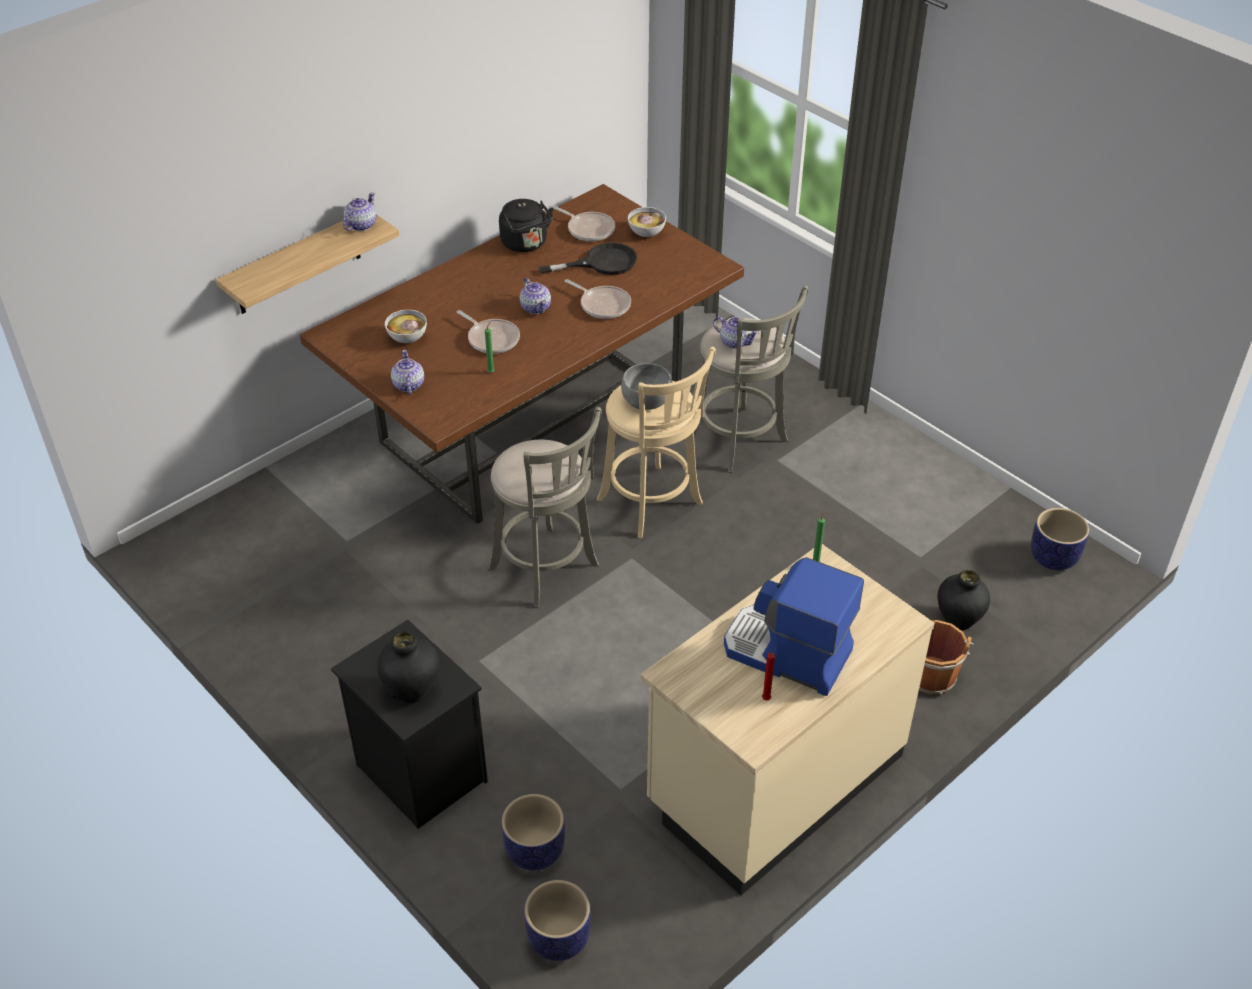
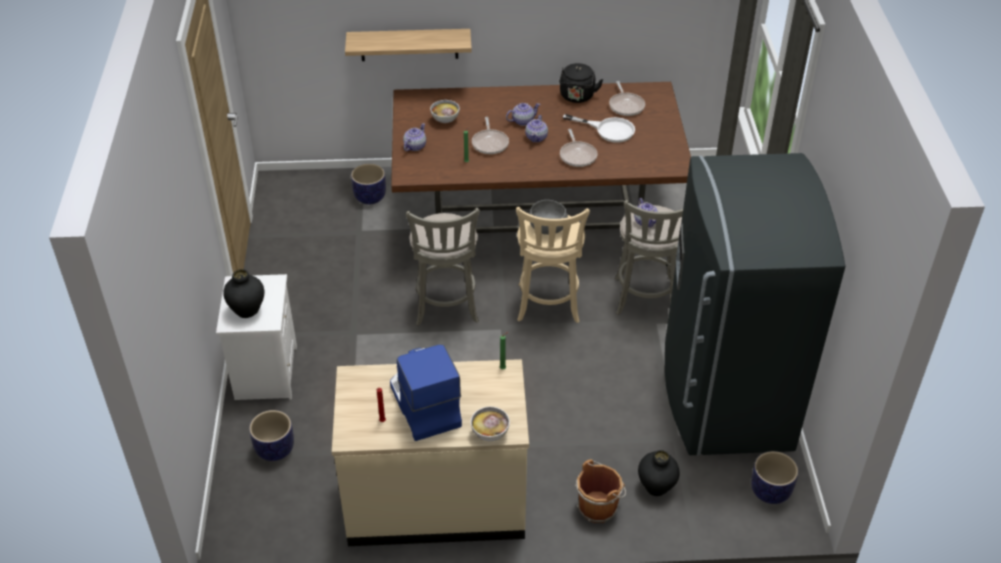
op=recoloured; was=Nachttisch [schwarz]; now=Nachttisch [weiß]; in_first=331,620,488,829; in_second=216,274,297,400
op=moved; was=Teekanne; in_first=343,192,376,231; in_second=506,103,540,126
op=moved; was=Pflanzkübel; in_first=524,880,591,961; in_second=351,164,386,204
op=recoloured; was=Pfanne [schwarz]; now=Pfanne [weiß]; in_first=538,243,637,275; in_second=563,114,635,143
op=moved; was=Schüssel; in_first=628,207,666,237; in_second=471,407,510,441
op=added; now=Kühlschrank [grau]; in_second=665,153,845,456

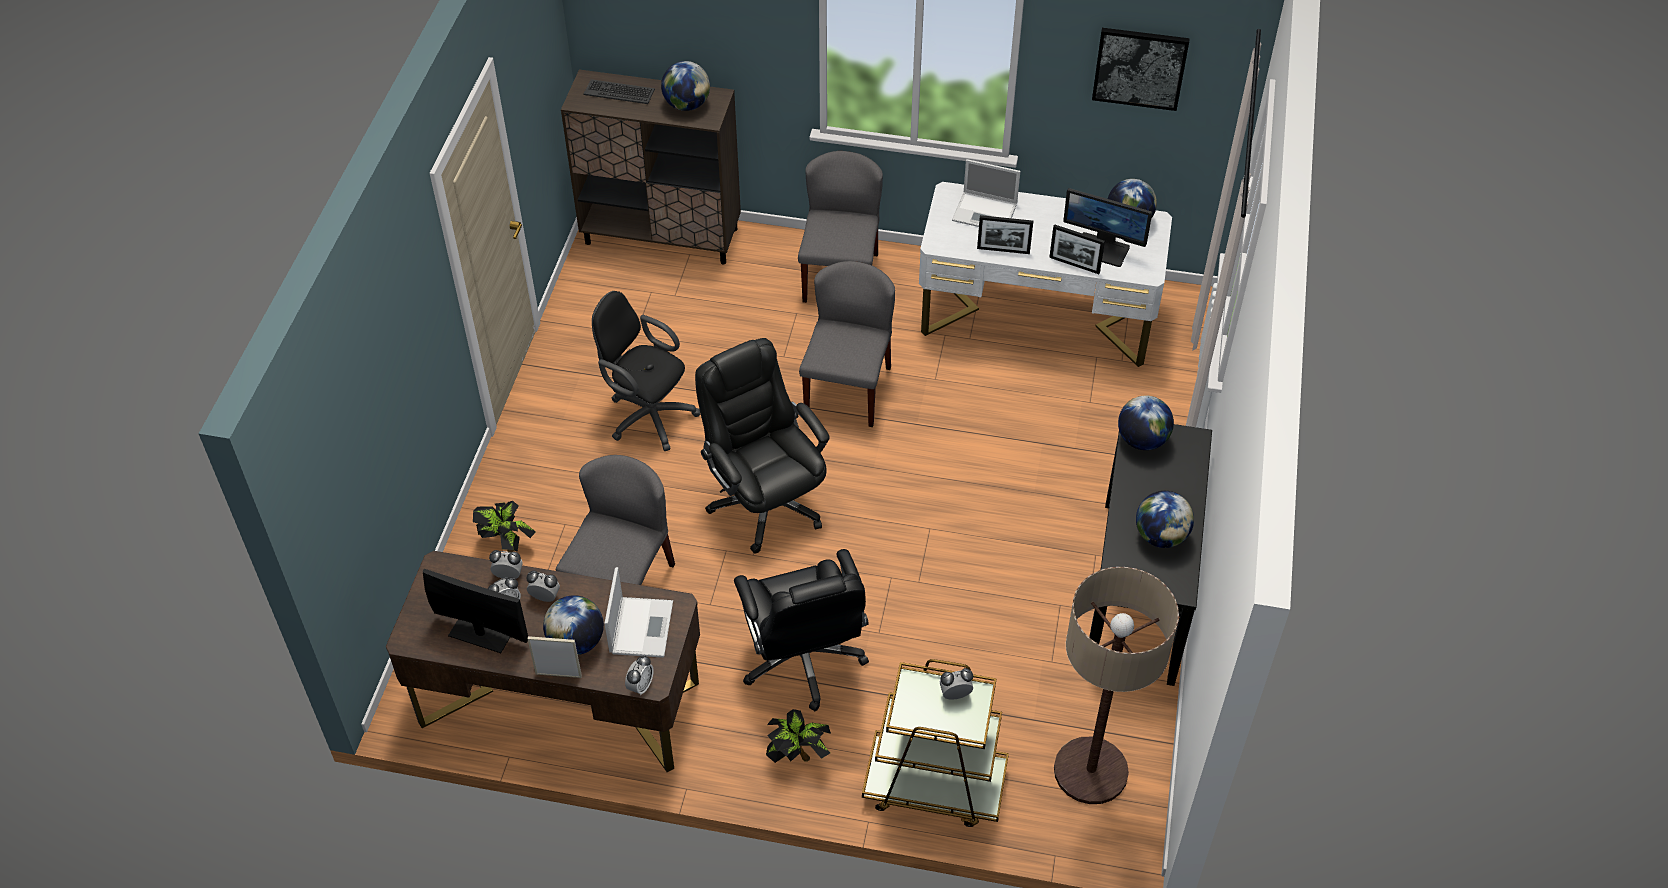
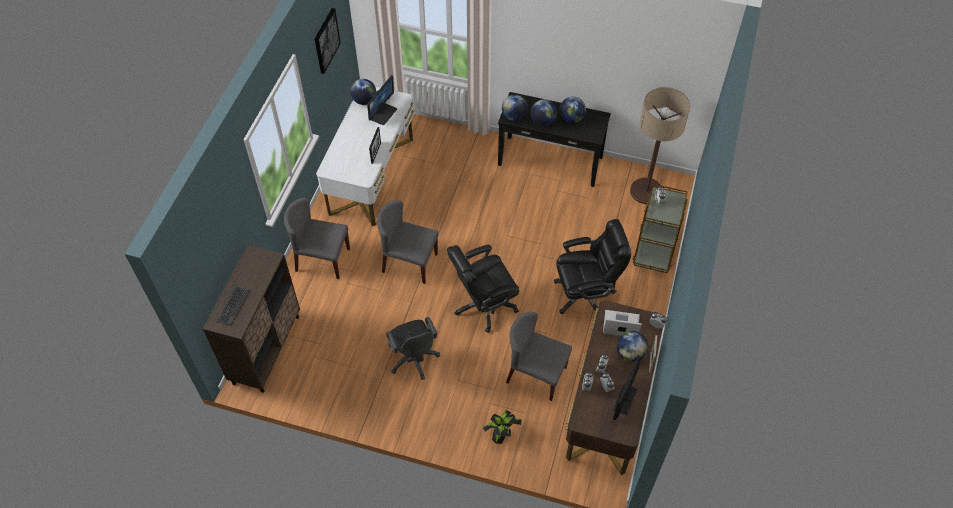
op=turned; was=Bürostuhl [schwarz]; in_first=592,291,700,451; in_second=386,317,440,380; clockwise=-60
op=moved; was=Globus; in_first=661,61,710,111; in_second=531,99,557,126
op=removed; was=Topfpflanze; in_first=766,709,831,763
op=removed; was=Laptop; in_first=952,159,1020,227
op=removed; was=Bilderrahmen; in_first=1049,224,1105,274

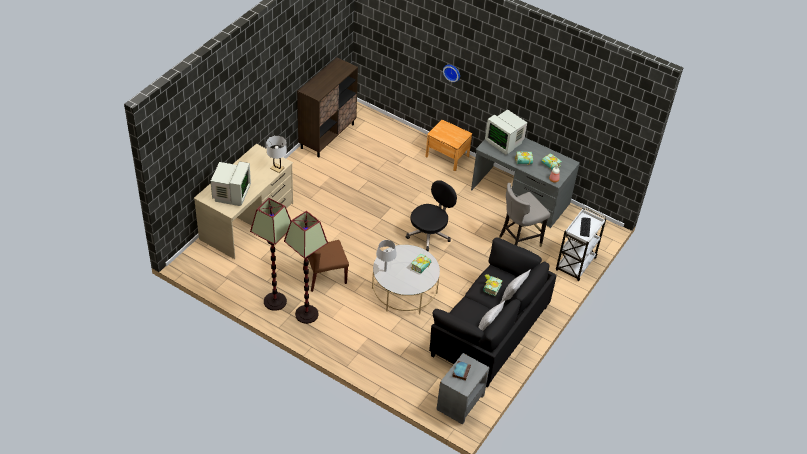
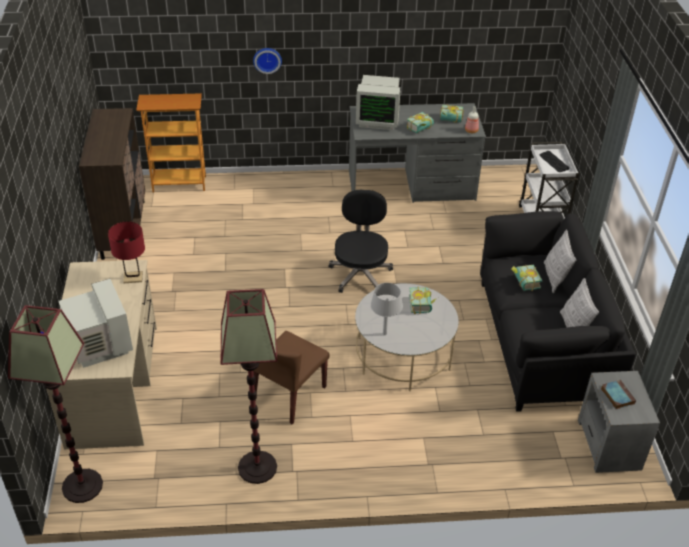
op=recoloured; was=Tischlampe [weiß]; now=Tischlampe [rot]; in_first=266,135,287,173; in_second=108,222,145,283
op=moved; was=Stehlampe; in_first=284,211,328,324; in_second=8,305,103,503
op=removed; was=Nachttisch [braun]; in_first=425,120,472,171
op=removed; was=Hocker [grau]; in_first=499,183,550,247
op=added; now=Bücherregal; in_second=136,93,206,192

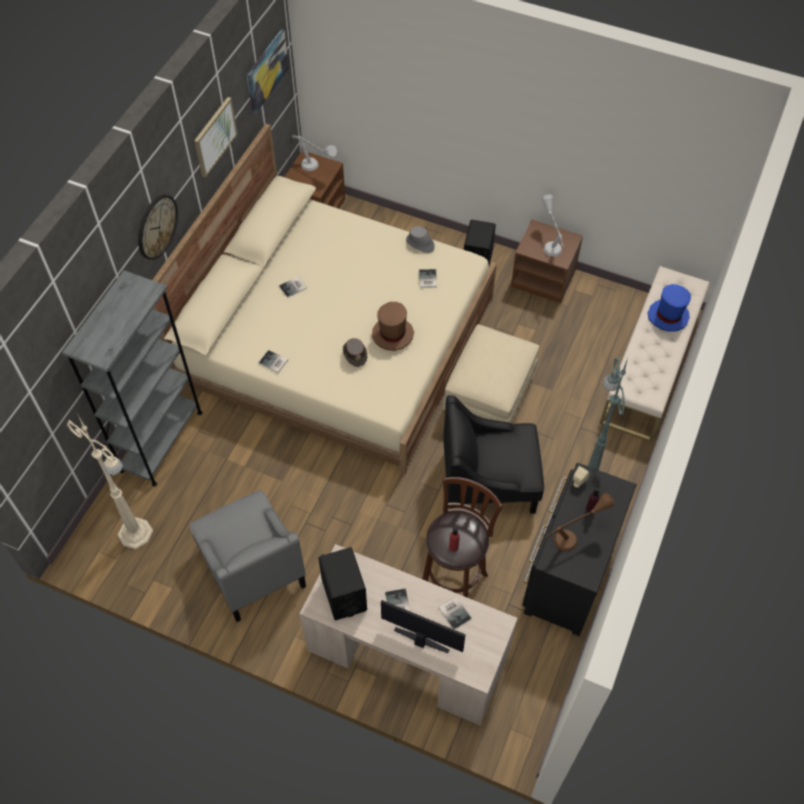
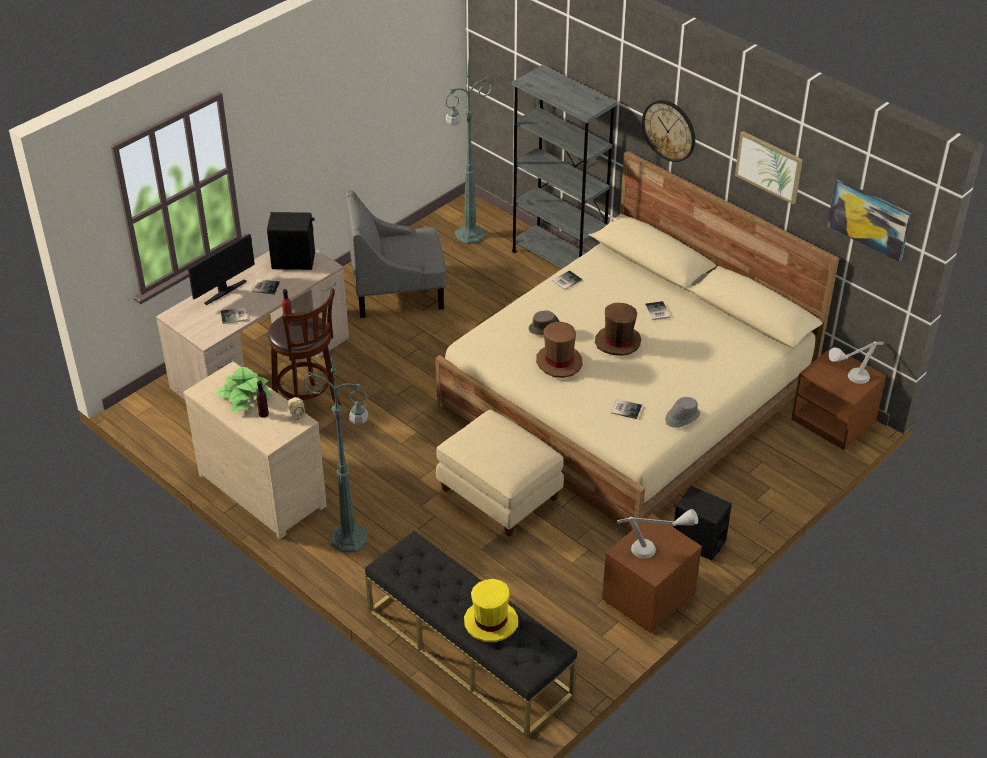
op=recoloured; was=Stehlampe [beige]; now=Stehlampe [grün]; in_first=67,413,153,550; in_second=445,59,492,244
op=removed; was=Sessel [schwarz]; in_first=443,395,544,514
op=recoloured; was=Kommode [schwarz]; now=Kommode [beige]; in_first=522,463,636,636; in_second=183,361,327,539
op=replaced; was=Tischlampe [braun]; now=Topfpflanze; in_first=547,493,615,551; in_second=216,367,272,412
op=recoloured; was=Bank [beige]; now=Bank [schwarz]; in_first=600,266,710,442; in_second=365,531,577,738
op=recoloured; was=Hut [blau]; now=Hut [gelb]; in_first=648,284,691,332; in_second=464,579,518,642
op=added; now=Hut [braun]; in_second=595,303,641,356

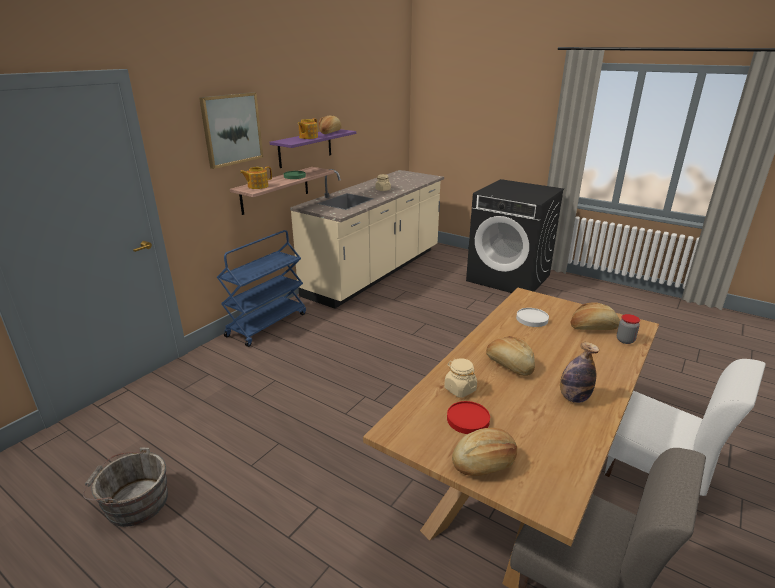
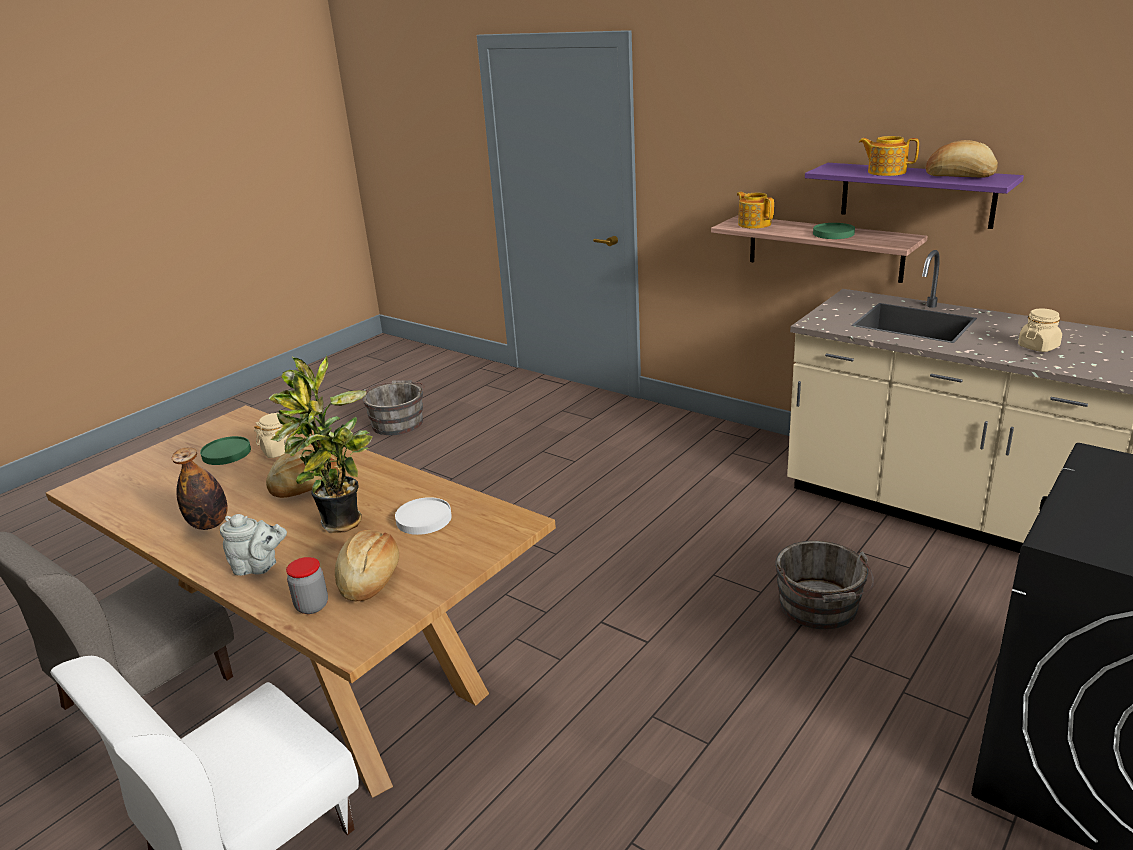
op=removed; was=Bild; in_first=199,92,263,169
op=removed; was=Rollwagen [blau]; in_first=217,230,306,347
op=recoloured; was=Teller [rot]; now=Teller [grün]; in_first=447,401,490,434; in_second=200,436,251,465
op=removed; was=Brot; in_first=452,428,517,476
op=added; now=Teekanne [grau]; in_second=220,514,287,576
op=added; now=Topfpflanze; in_second=269,355,372,533
op=added; now=Eimer [grau]; in_second=775,541,874,629

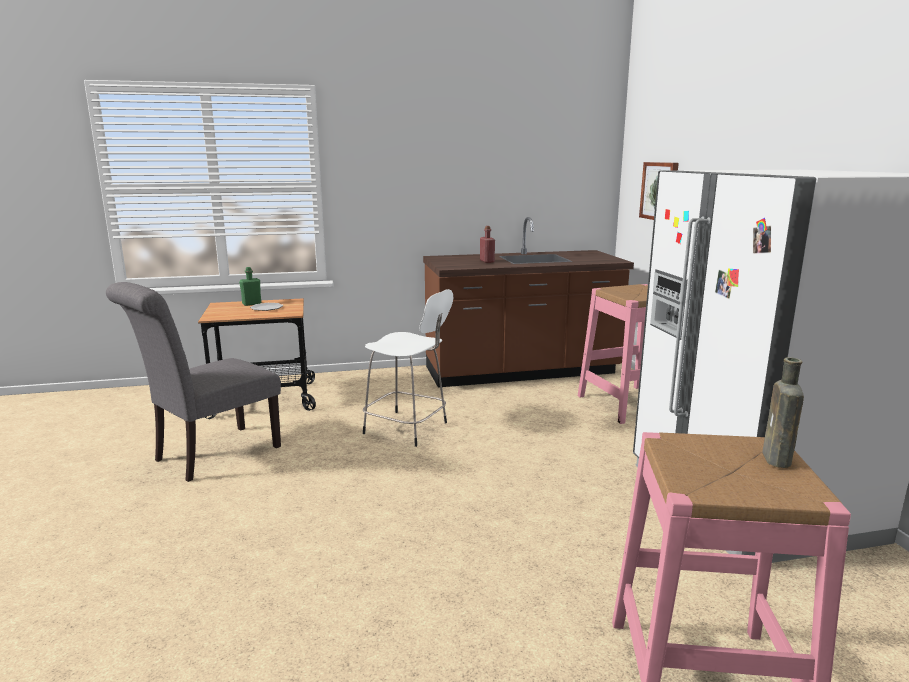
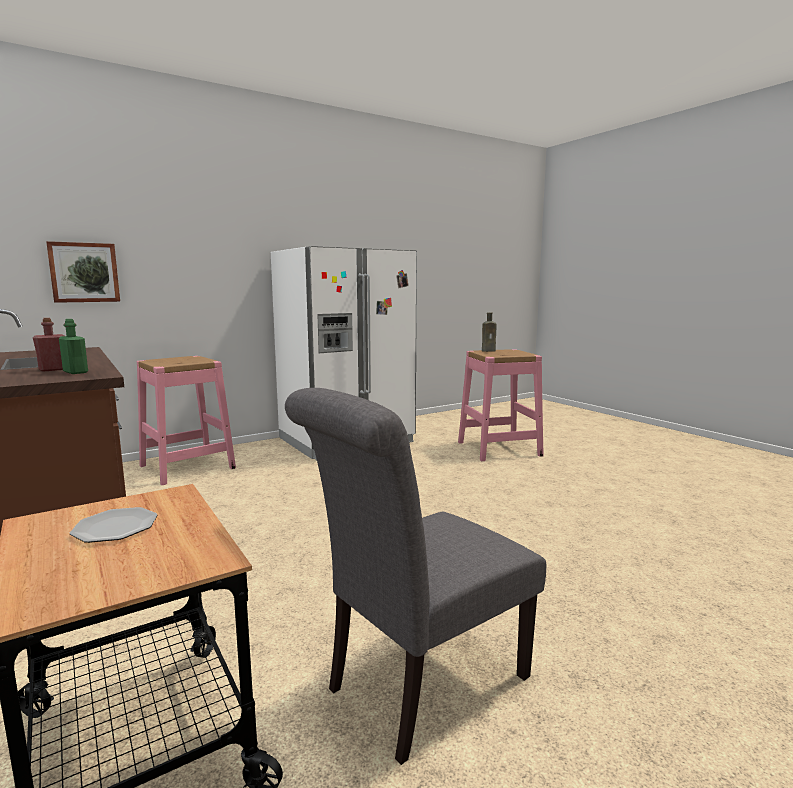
op=turned; was=Stuhl [grau]; in_first=106,282,281,482; in_second=285,388,546,765; clockwise=120
op=moved; was=Flasche [grün]; in_first=239,267,262,306; in_second=59,319,88,374
op=removed; was=Hocker [weiß]; in_first=363,289,453,447

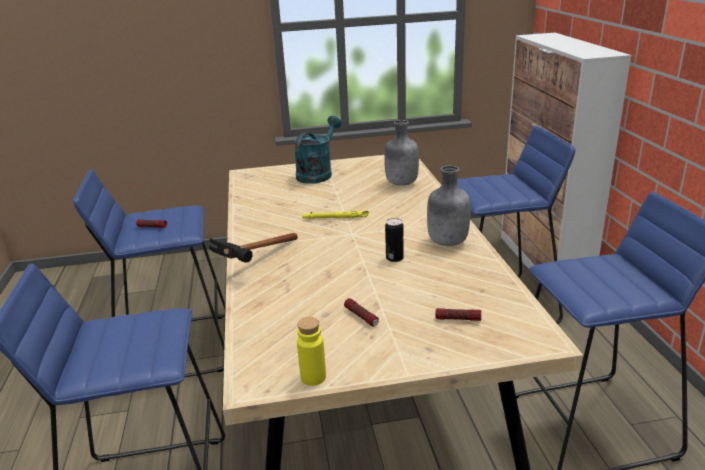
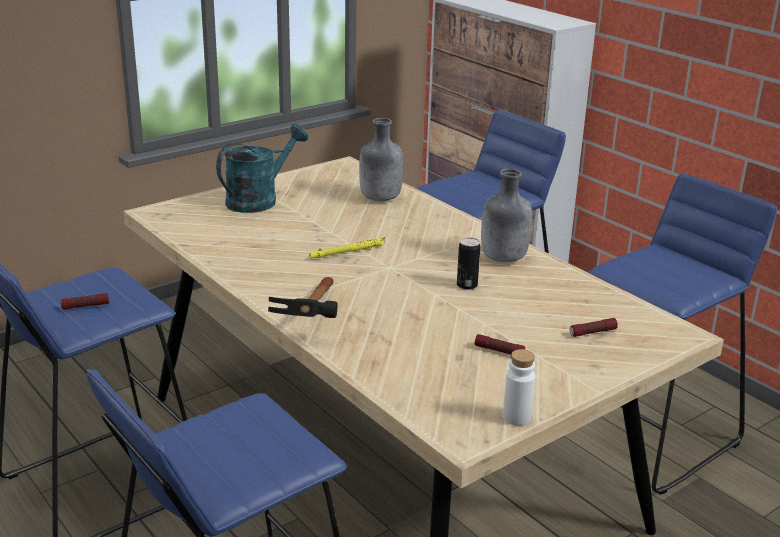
op=turned; was=Gießkanne [türkis]; in_first=294,116,342,184; in_second=216,124,308,213; clockwise=45
op=recoloured; was=Flasche [gelb]; now=Flasche [weiß]; in_first=297,317,326,386; in_second=503,349,536,426

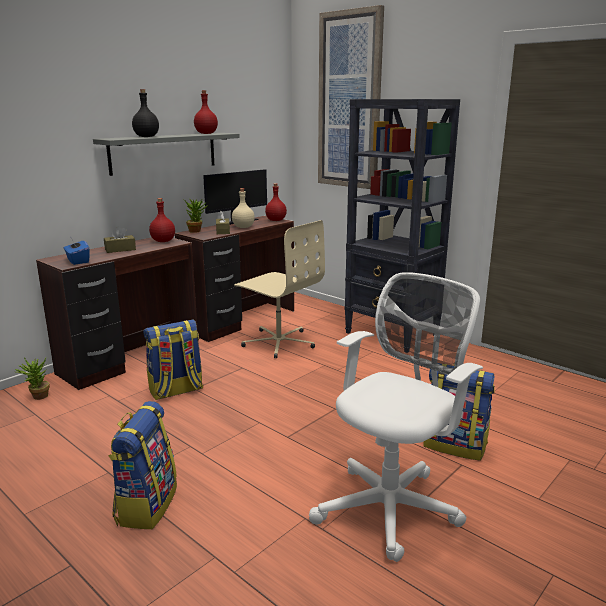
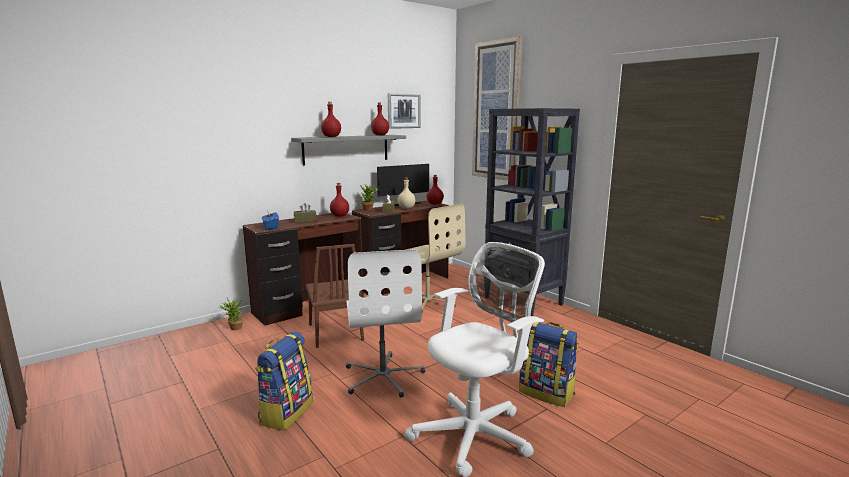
op=recoloured; was=Flasche [schwarz]; now=Flasche [rot]; in_first=132,89,159,137; in_second=321,102,341,137
op=replaced; was=Rucksack; now=Stuhl [braun]; in_first=143,319,203,400; in_second=306,244,364,348
op=added; now=Bürostuhl [weiß]; in_second=346,249,425,398
op=added; now=Bild; in_second=388,93,421,129

